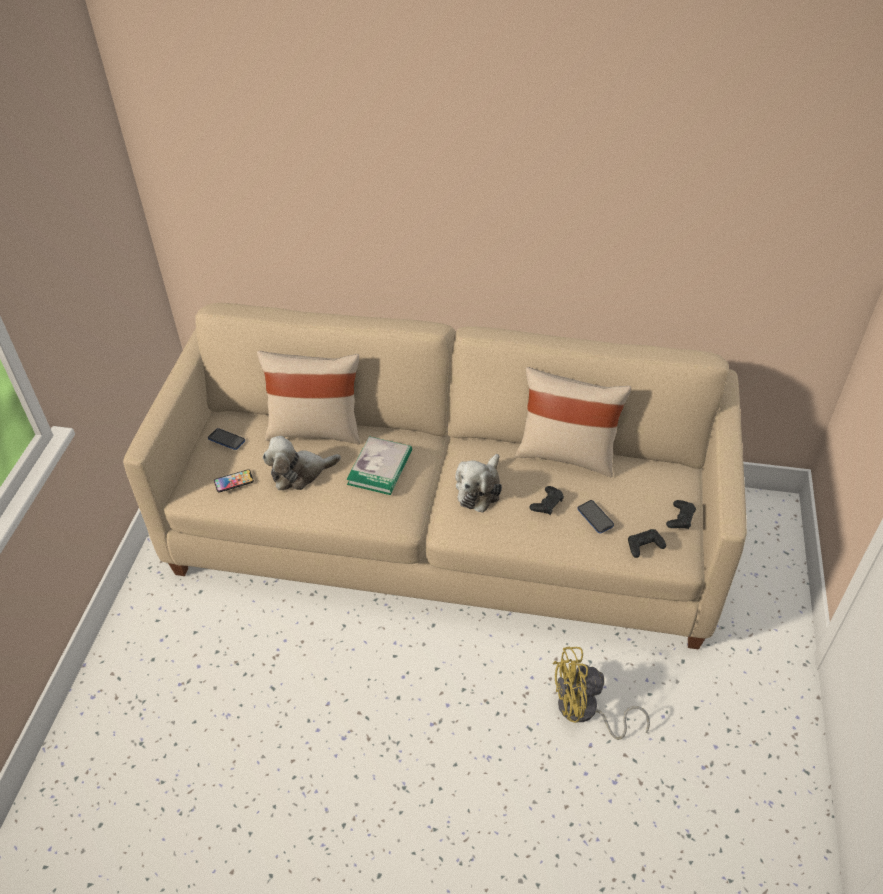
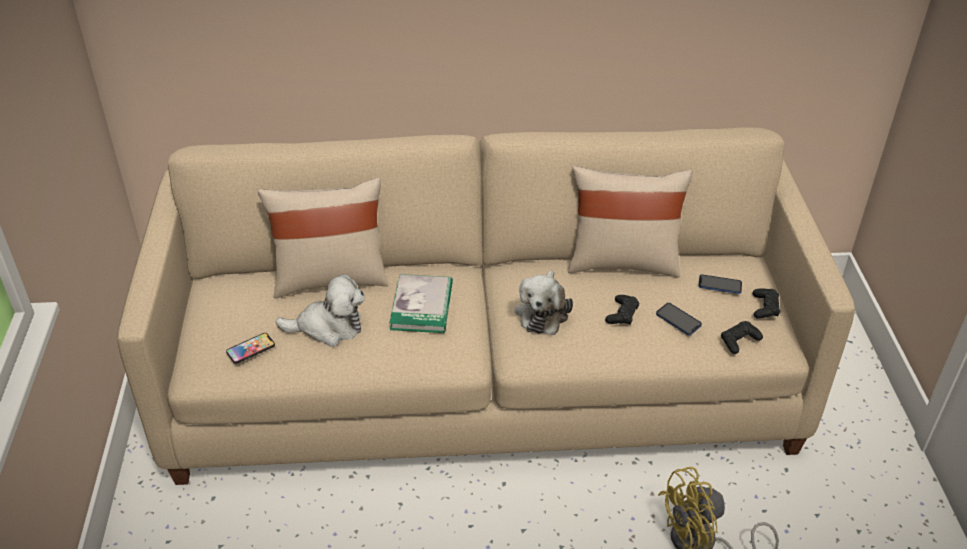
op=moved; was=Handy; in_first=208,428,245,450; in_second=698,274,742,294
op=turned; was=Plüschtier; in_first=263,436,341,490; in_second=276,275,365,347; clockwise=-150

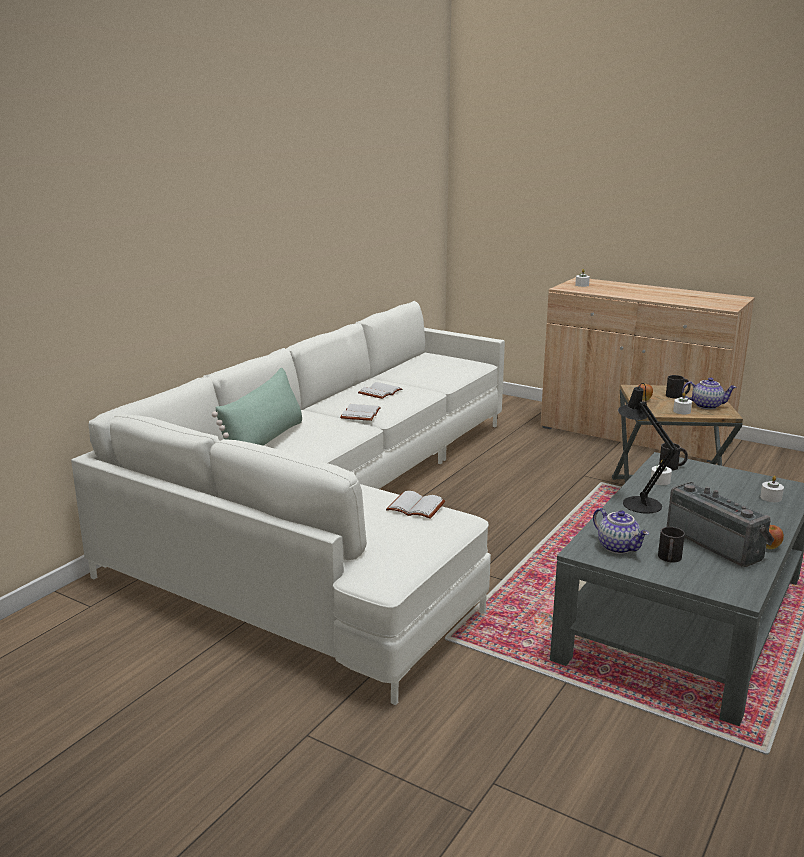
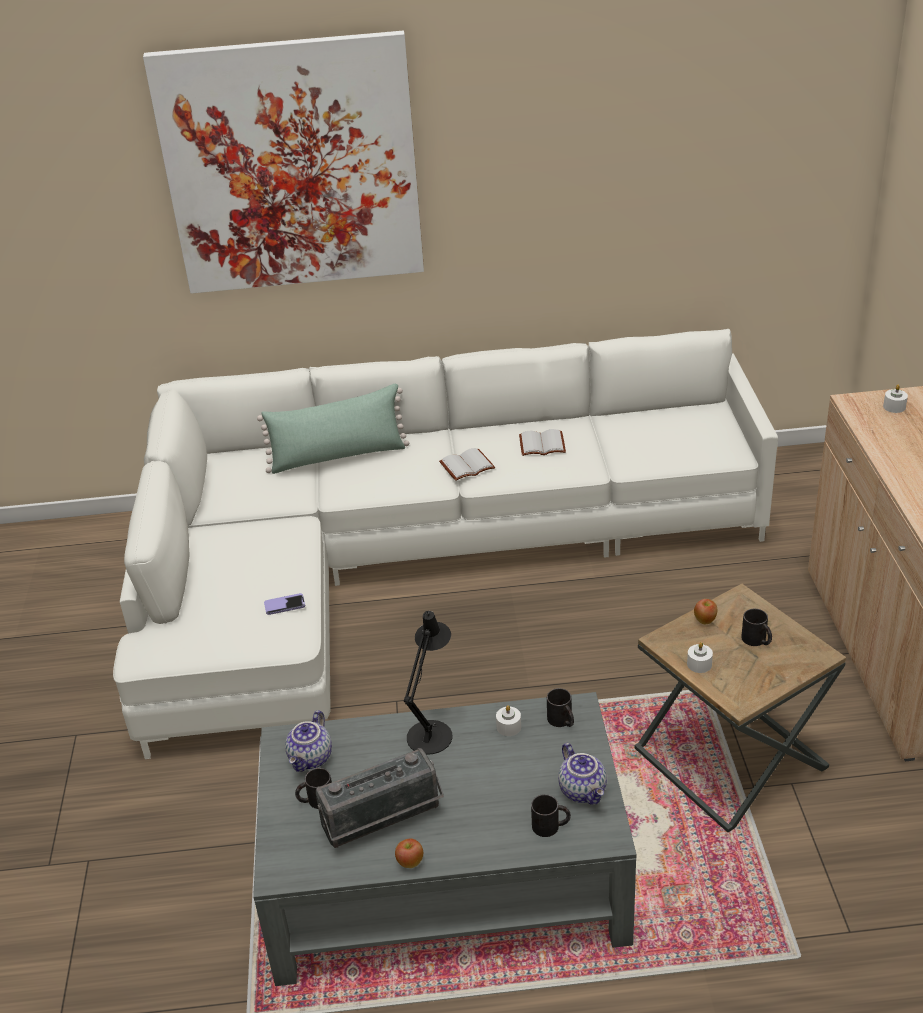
op=replaced; was=Buch [weiß]; now=Handy; in_first=386,491,445,519; in_second=264,593,306,615
op=turned; was=Radio; in_first=667,482,775,567; in_second=316,748,444,848; clockwise=45
op=moved; was=Teekanne; in_first=682,377,737,410; in_second=558,743,607,805
op=replaced; was=Kerze [weiß]; now=Henkelbecher [schwarz]; in_first=760,476,784,502; in_second=531,794,571,837
op=added; now=Bild; in_second=143,31,424,294

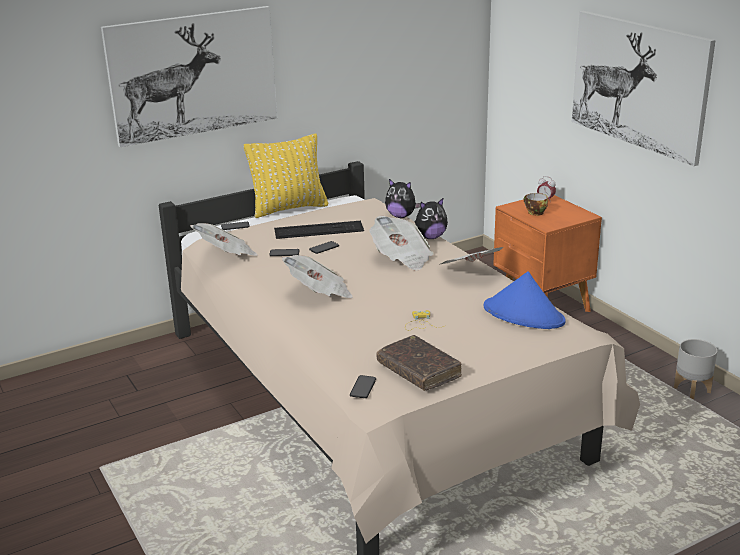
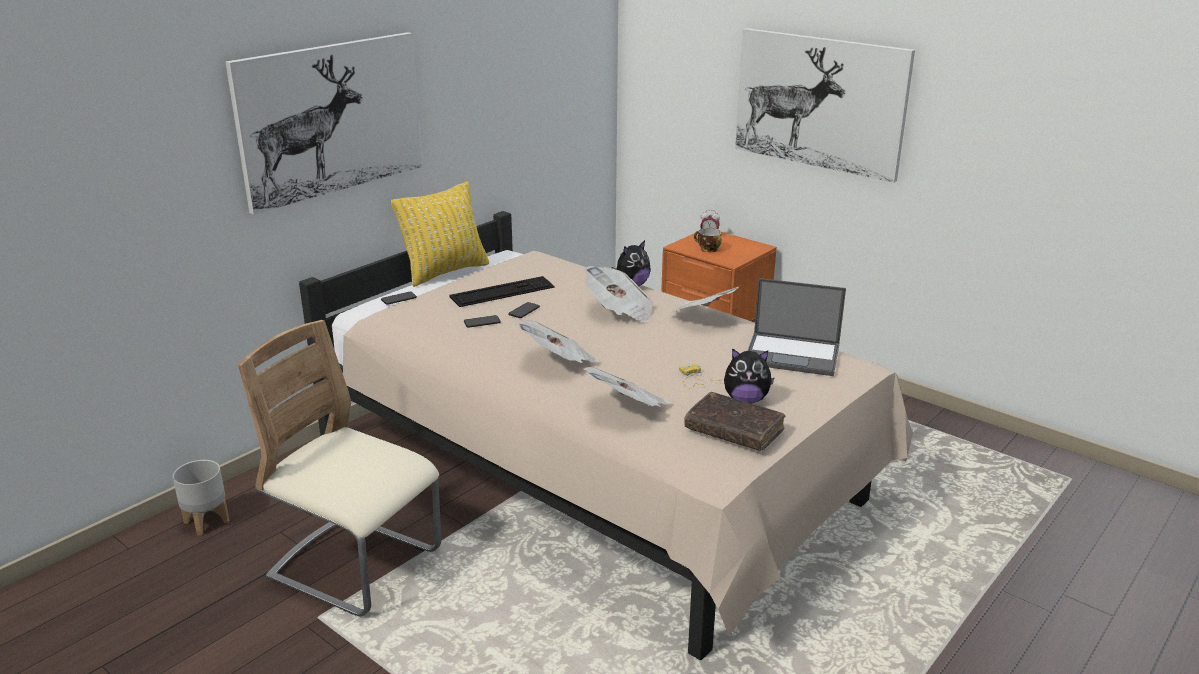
op=moved; was=Zeitung; in_first=190,223,258,256; in_second=583,367,672,407
op=removed; was=Handy; in_first=350,375,376,398
op=moved; was=Plüschtier; in_first=385,179,421,218; in_second=724,348,775,403
op=replaced; was=Hut [blau]; now=Laptop; in_first=484,271,565,329; in_second=748,278,846,376
op=moved; was=Pflanzkübel [grau]; in_first=674,339,717,399; in_second=173,460,229,535
op=added; now=Stuhl [beige]; in_second=238,320,441,616

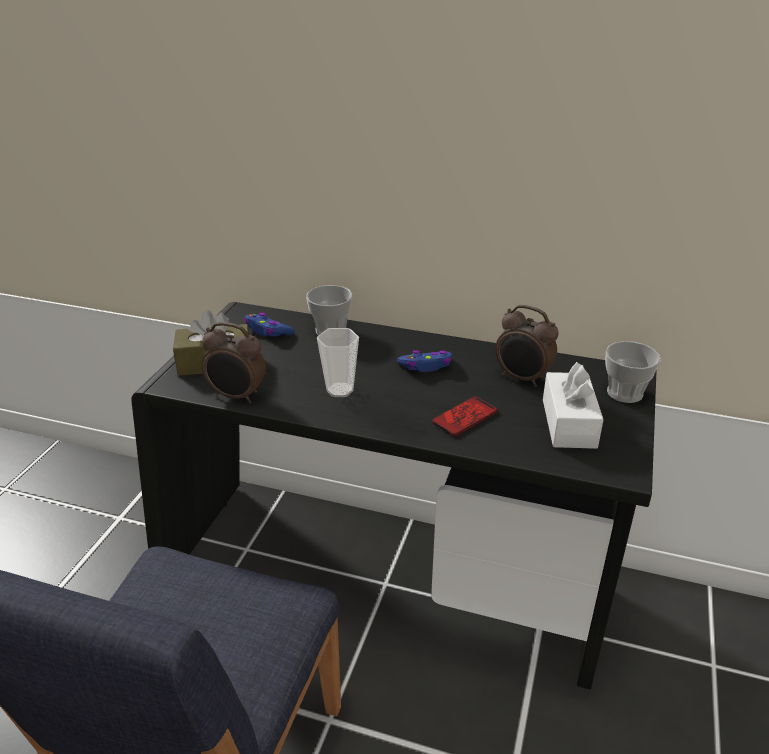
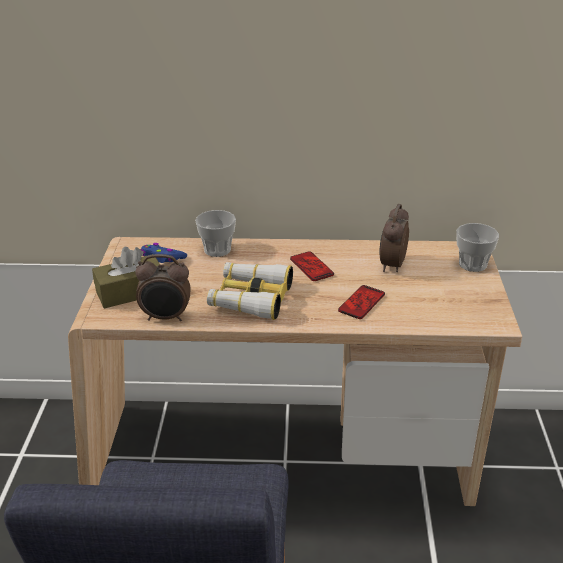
op=recoloured; was=Schreibtisch [schwarz]; now=Schreibtisch [beige]; in_first=131,302,657,689; in_second=68,237,522,506
op=replaced; was=Tasse; now=Fernglas; in_first=317,328,359,397; in_second=207,262,293,320
op=replaced; was=Gamepad [blau]; now=Handy; in_first=397,350,452,372; in_second=290,251,334,281
op=turned; was=Wecker; in_first=495,305,559,387; in_second=379,204,409,272; clockwise=90
op=removed; was=Taschentuchbox [weiß]; in_first=543,362,603,449

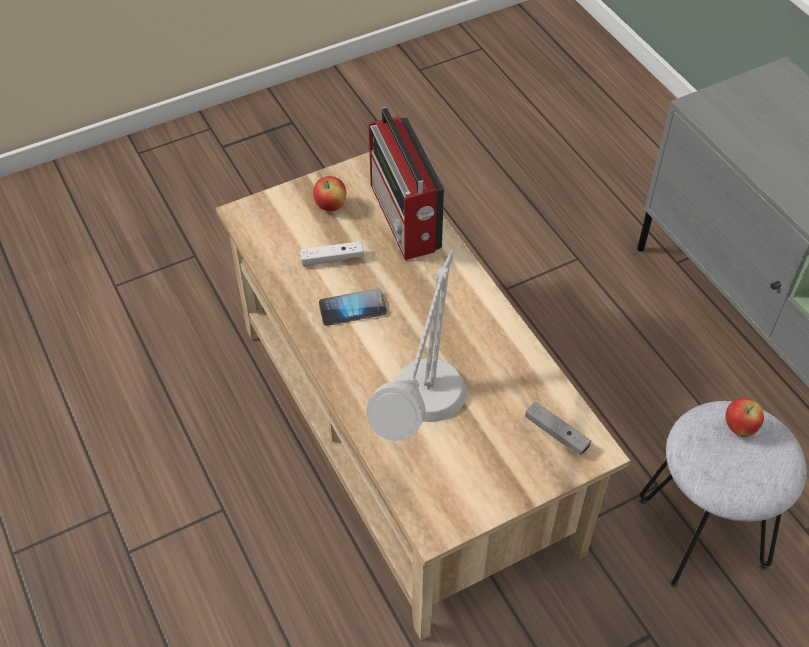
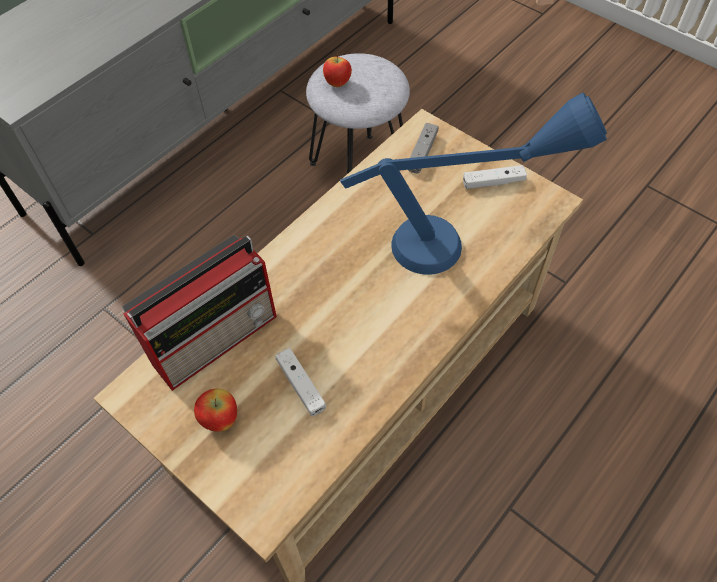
op=removed; was=Handy; in_first=319,289,387,326
op=recoloured; was=Tischlampe [grau]; now=Tischlampe [blau]; in_first=366,250,467,441; in_second=340,92,607,275
op=added; now=Gamepad [weiß]; in_second=463,165,527,189

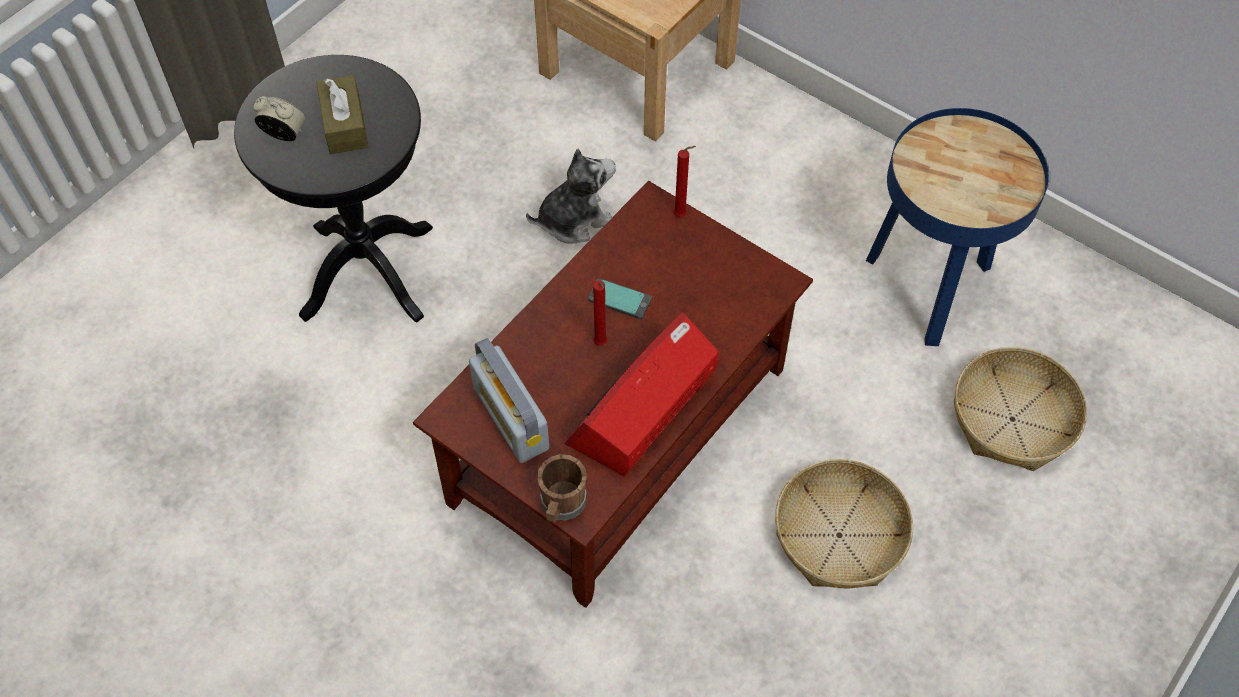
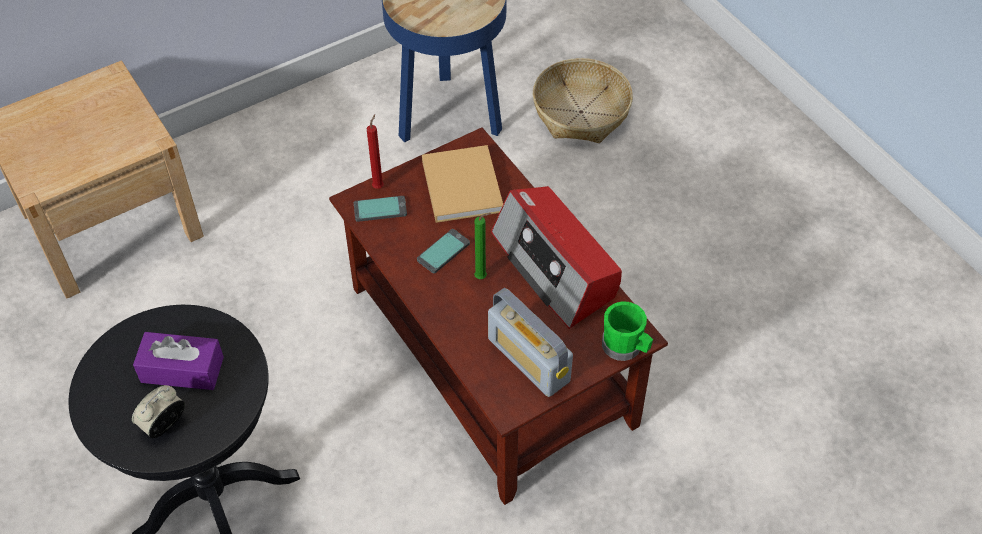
op=recoloured; was=Taschentuchbox [braun]; now=Taschentuchbox [lila]; in_first=316,75,368,154; in_second=133,332,224,390
op=turned; was=Radio; in_first=469,338,549,463; in_second=488,288,573,397; clockwise=60
op=removed; was=Plüschtier; in_first=526,148,616,244
op=recoloured; was=Henkelbecher [braun]; now=Henkelbecher [grün]; in_first=537,454,587,523; in_second=602,301,653,361
op=recoloured; was=Kerze [rot]; now=Kerze [grün]; in_first=593,281,607,346; in_second=474,213,491,279
op=removed; was=Korb; in_first=775,459,913,589
op=added; now=Handy; in_second=354,196,407,222
op=added; now=Buch [beige]; in_second=422,145,503,223

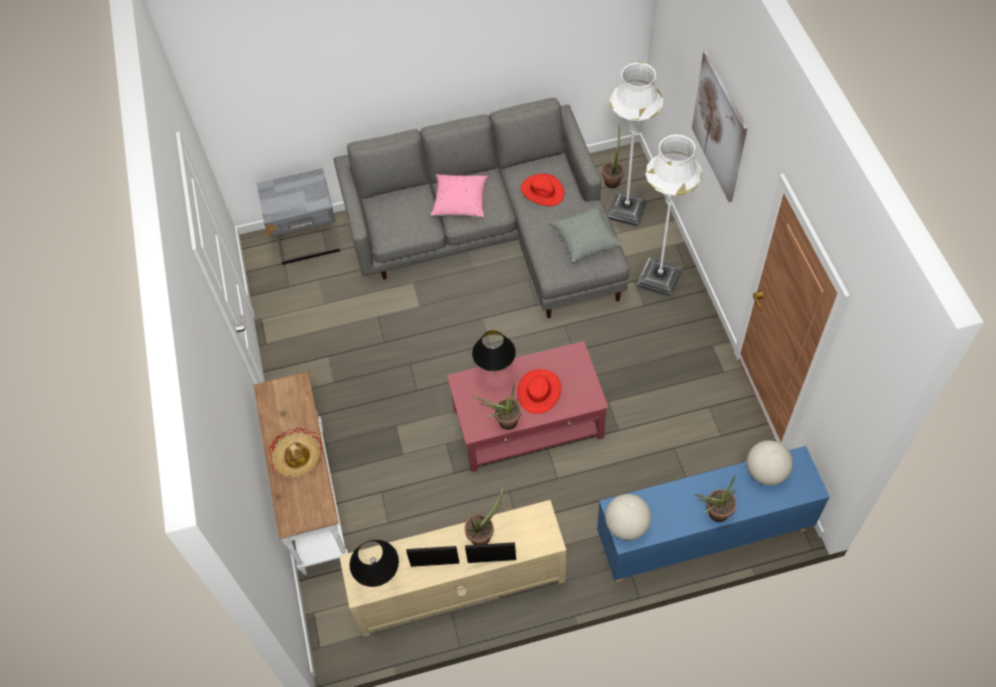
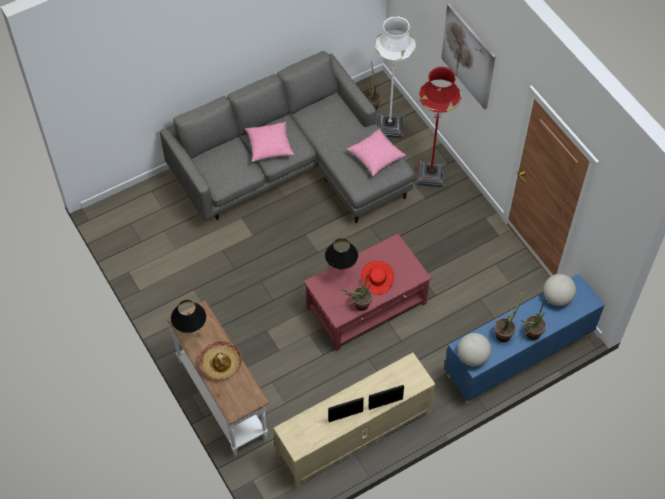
op=removed; was=Nachttisch [grau]; in_first=257,168,340,265
op=moved; was=Tischlampe [schwarz]; in_first=350,540,399,587; in_second=171,300,206,333
op=moved; was=Topfpflanze; in_first=464,485,505,545; in_second=494,291,523,342
op=removed; was=Hut [rot]; in_first=521,173,564,206
op=recoloured; was=Kissen [grau]; now=Kissen [rosa]; in_first=550,206,623,262; in_second=347,129,406,176
op=recoloured; was=Stehlampe [weiß]; now=Stehlampe [rot]; in_first=637,134,702,297; in_second=416,67,461,188

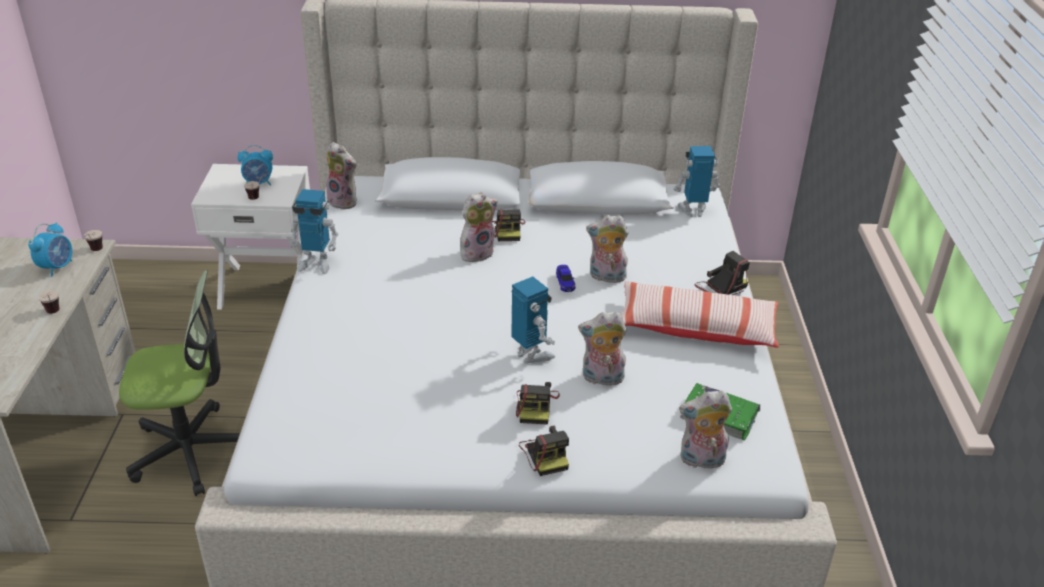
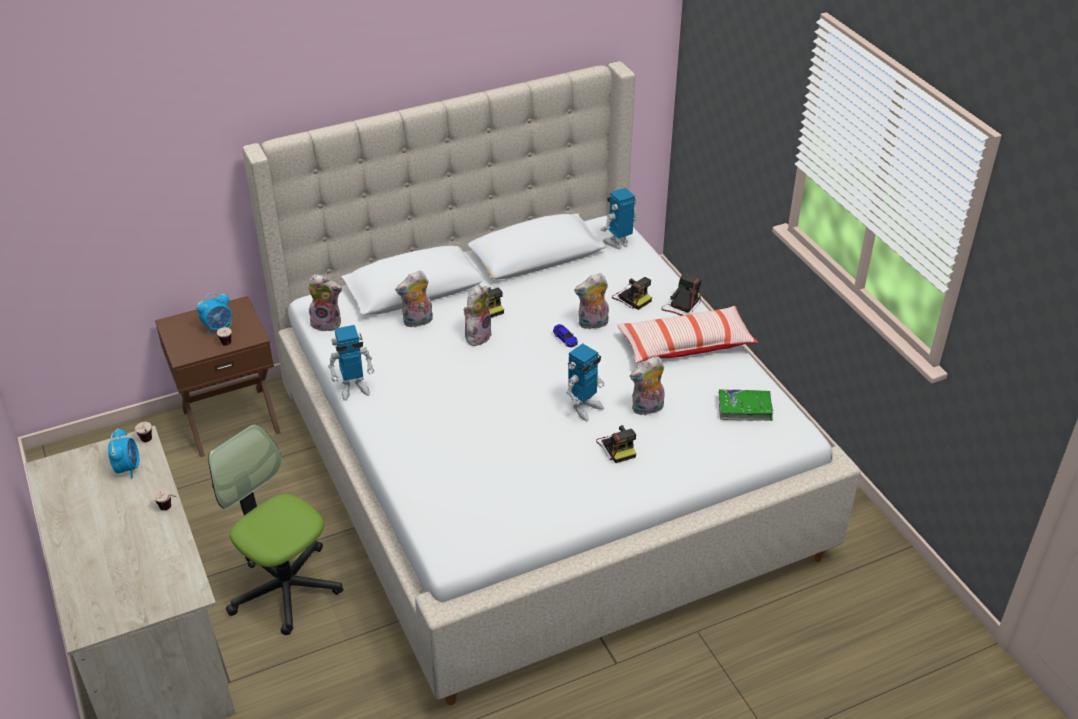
op=turned; was=Bürostuhl; in_first=119,270,240,496; in_second=208,424,344,635; clockwise=-105
op=recoloured; was=Nachttisch [weiß]; now=Nachttisch [braun]; in_first=191,164,310,310; in_second=155,296,281,457
op=turned; was=Spielzeugroboter; in_first=511,276,555,363; in_second=567,343,605,421; clockwise=105
op=moved; was=Kamera; in_first=519,426,569,476; in_second=612,277,652,310
op=moved; was=Plüschtier; in_first=679,391,732,469; in_second=395,270,433,328

